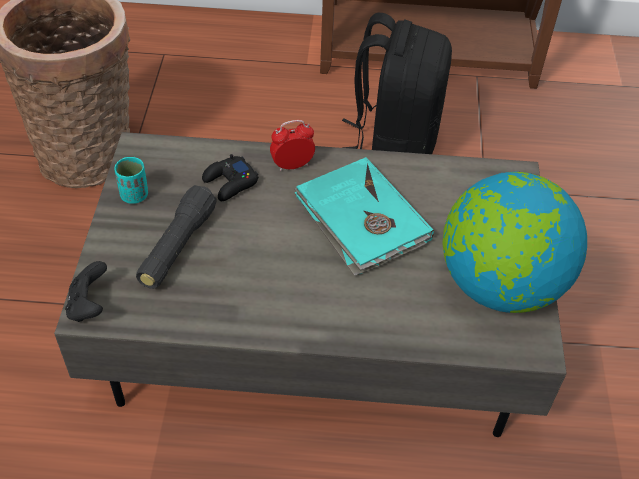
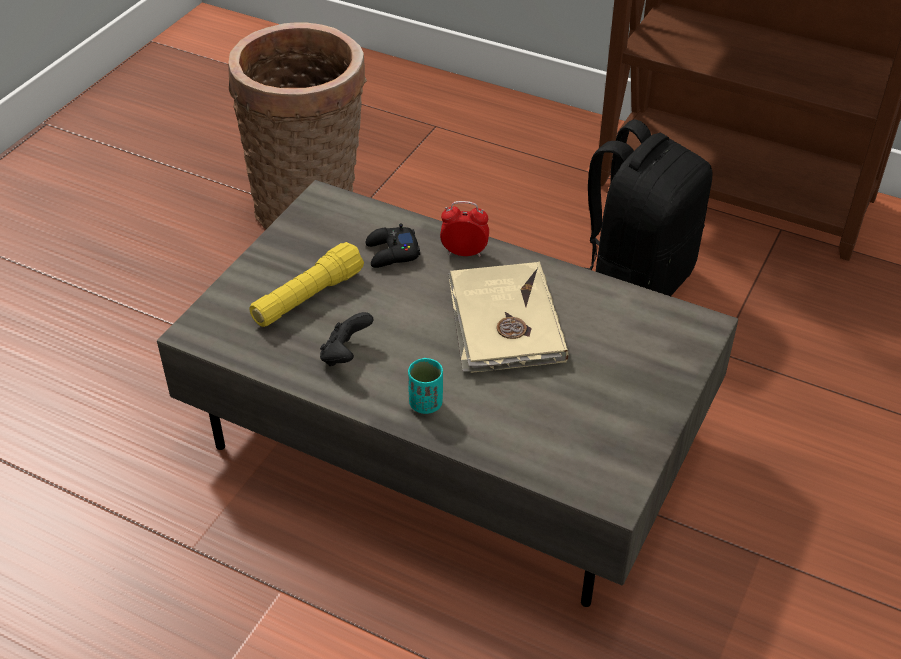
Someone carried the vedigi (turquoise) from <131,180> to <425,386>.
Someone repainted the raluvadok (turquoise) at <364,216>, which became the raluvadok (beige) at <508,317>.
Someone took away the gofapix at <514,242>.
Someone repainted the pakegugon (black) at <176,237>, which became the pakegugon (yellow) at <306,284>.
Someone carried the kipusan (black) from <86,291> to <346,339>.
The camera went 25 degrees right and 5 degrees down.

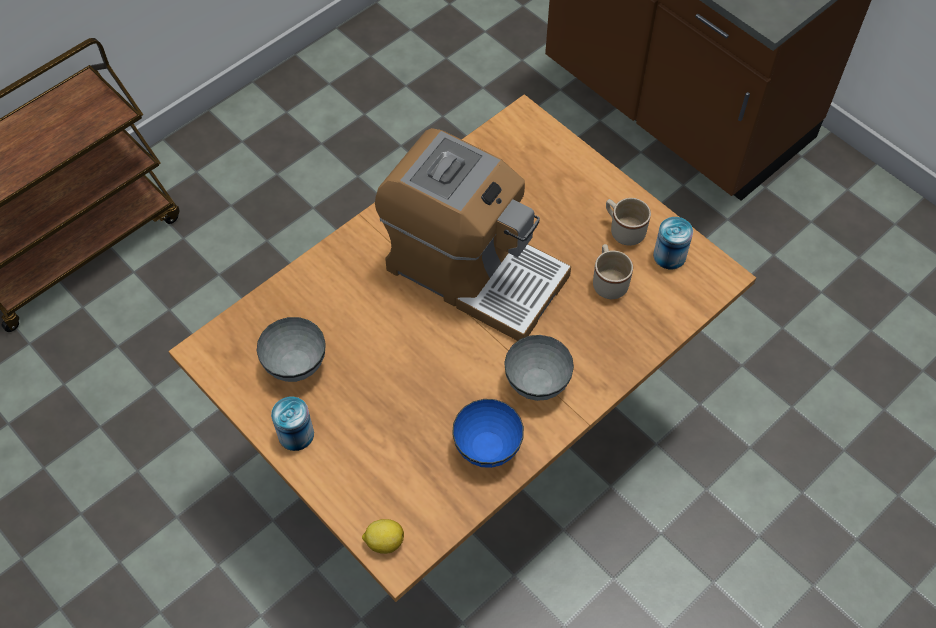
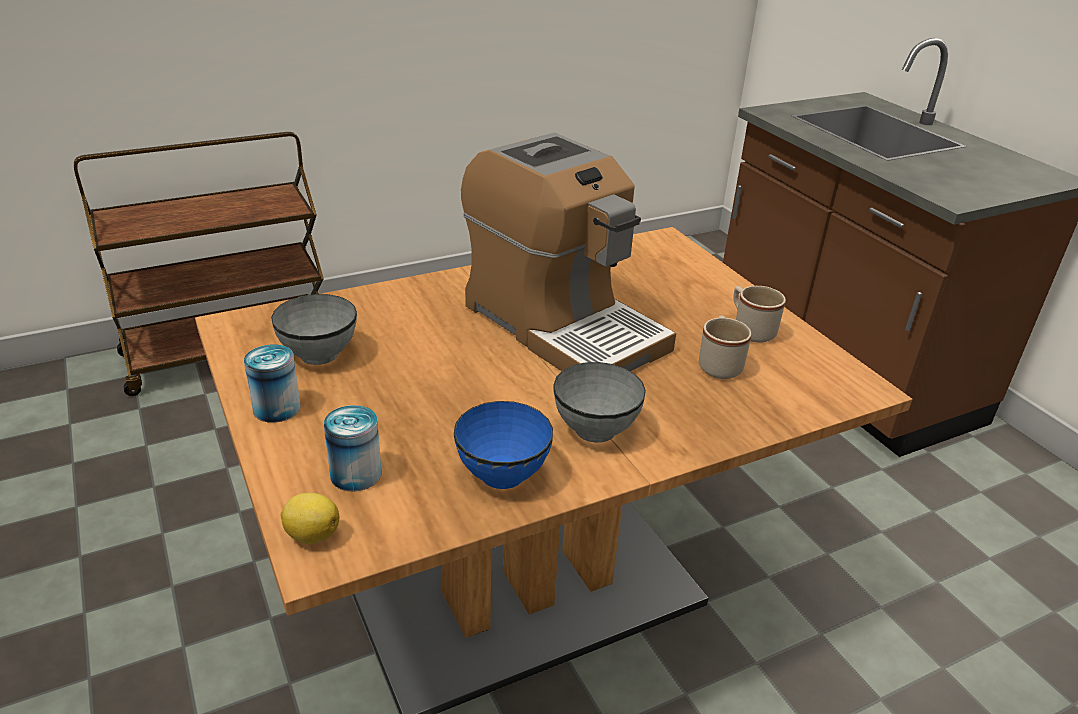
Someone carried the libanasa from <673,243> to <353,448>.
The camera went 15 degrees right and 25 degrees down.

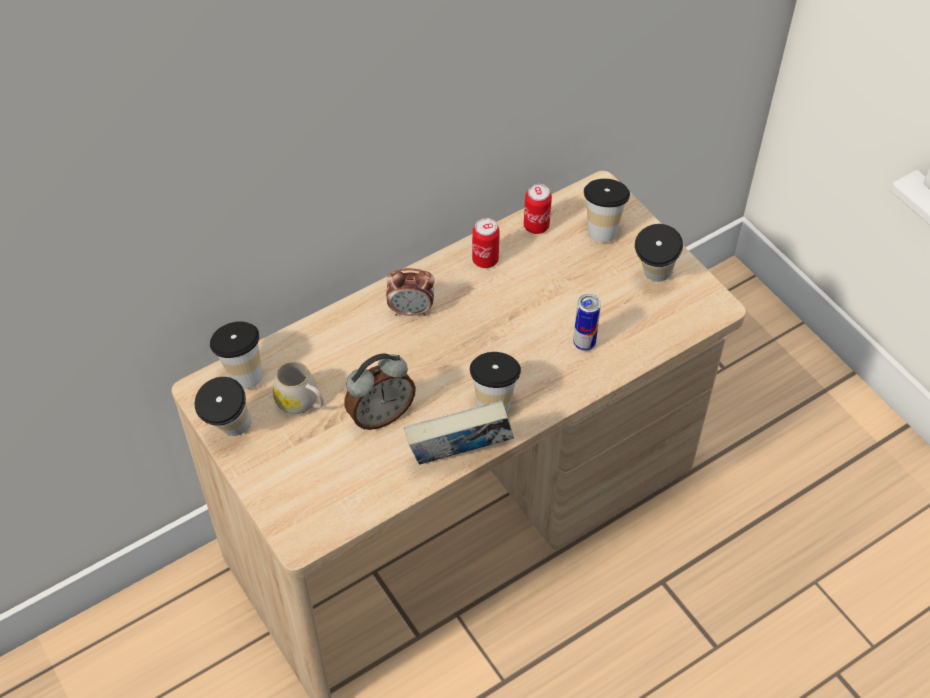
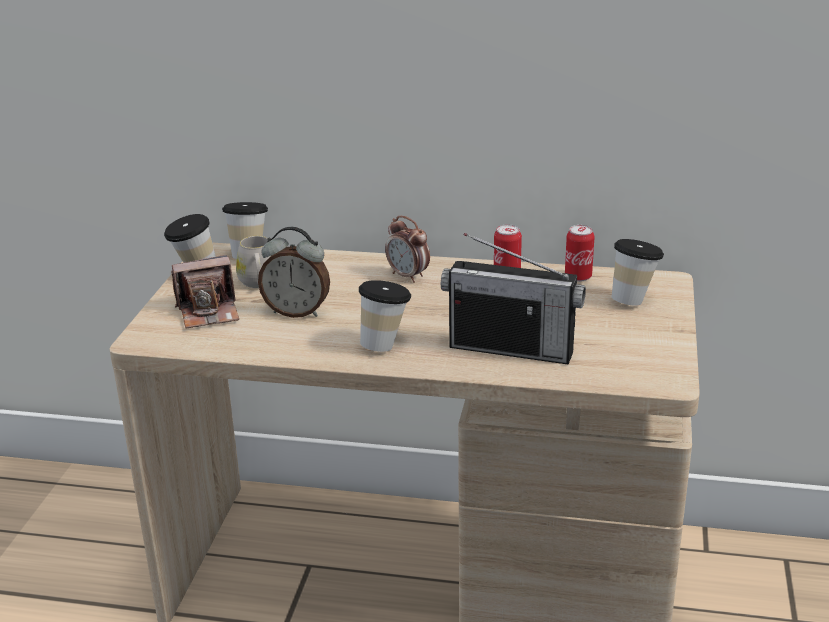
Someone took away the vedigi at <659,253>.
Someone swapped the libanasa at <587,322> for the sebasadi at <513,298>.
Someone took away the raluvadok at <459,432>.
Someone put down the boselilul at <205,291>.
The camera went 45 degrees right and 25 degrees down.

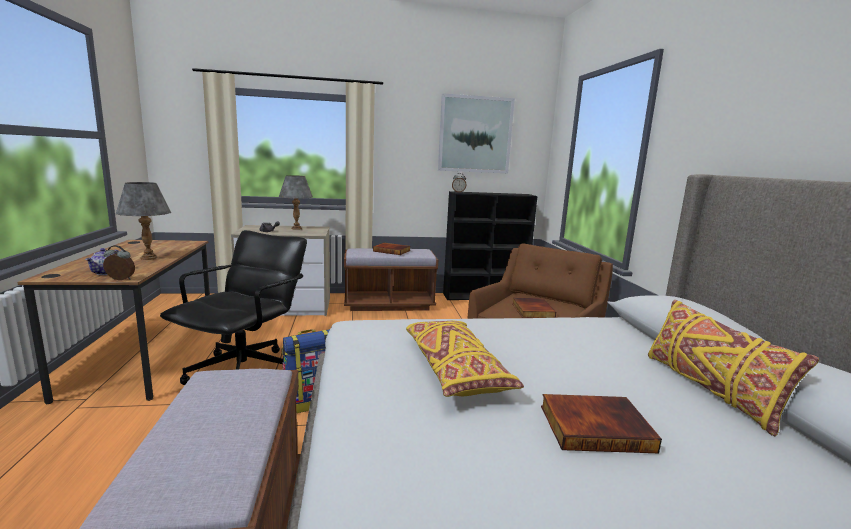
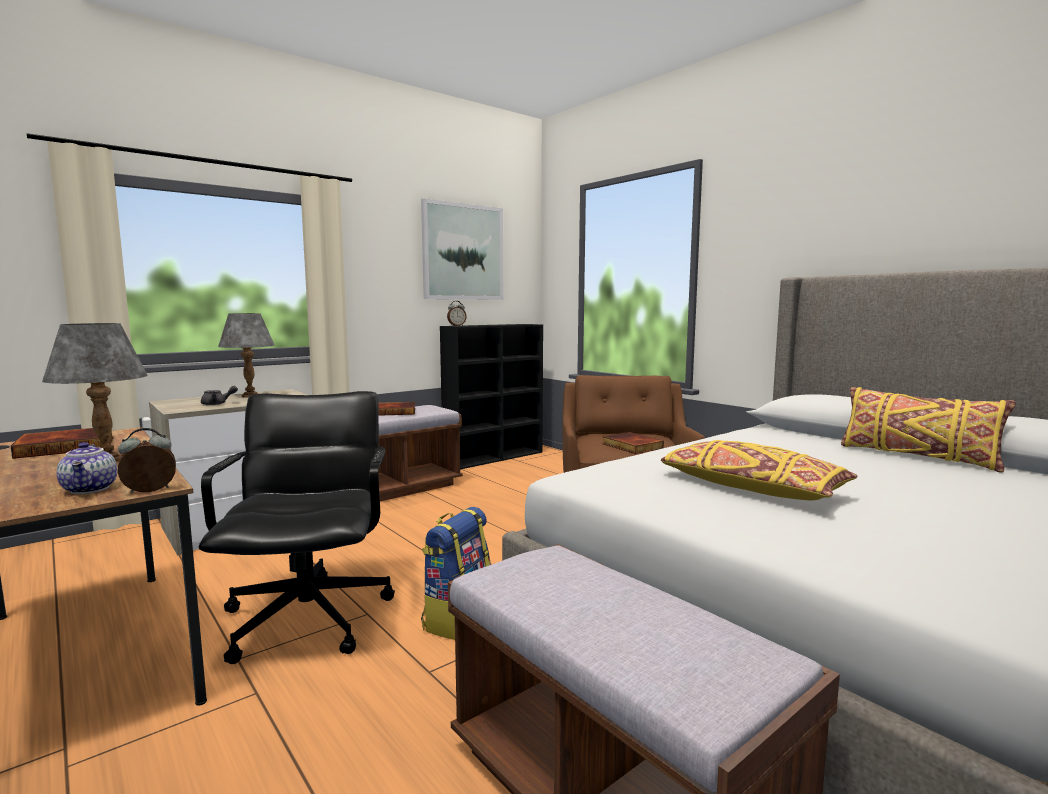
Someone carried the raluvadok from <601,423> to <62,443>.
The camera went 30 degrees left and 5 degrees down.

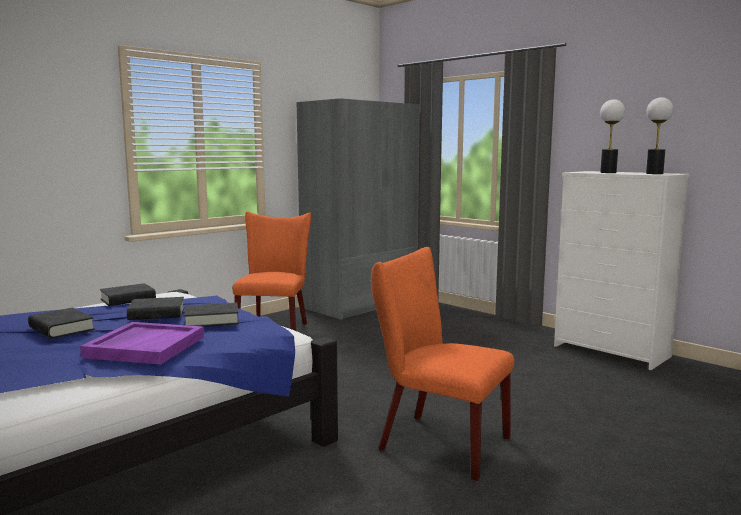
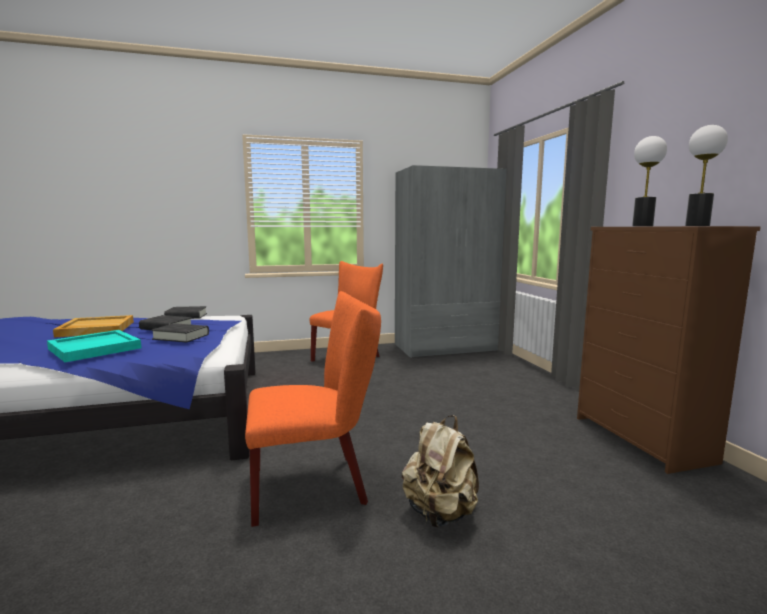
Someone repainted the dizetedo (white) at <622,270>, which became the dizetedo (brown) at <669,350>.
Someone rotated the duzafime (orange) at <442,364> by 105 degrees clockwise.
Someone swapped the raluvadok (black) at <61,323> for the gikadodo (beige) at <93,326>.
Someone repainted the gikadodo (purple) at <142,343>, which became the gikadodo (turquoise) at <94,346>.
Someone put down the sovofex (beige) at <440,471>.
The camera went 30 degrees right and 0 degrees up.

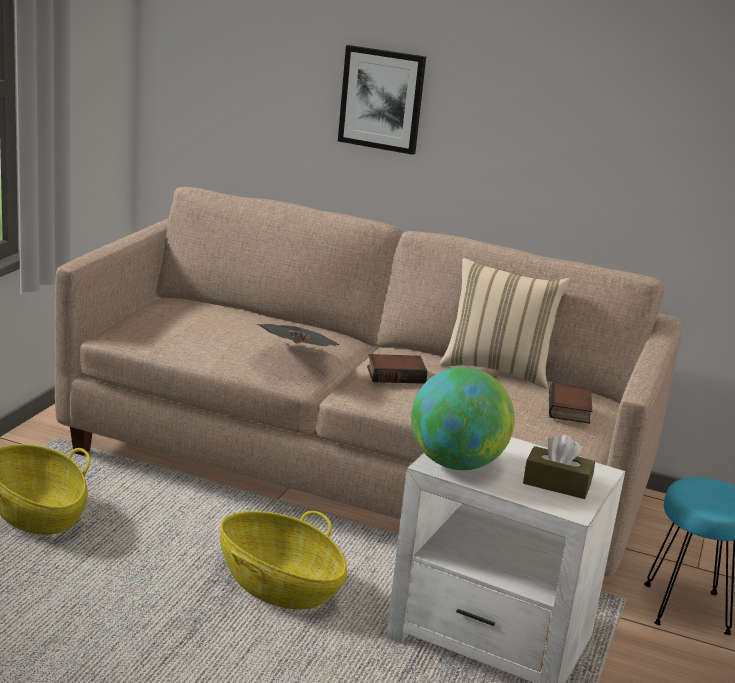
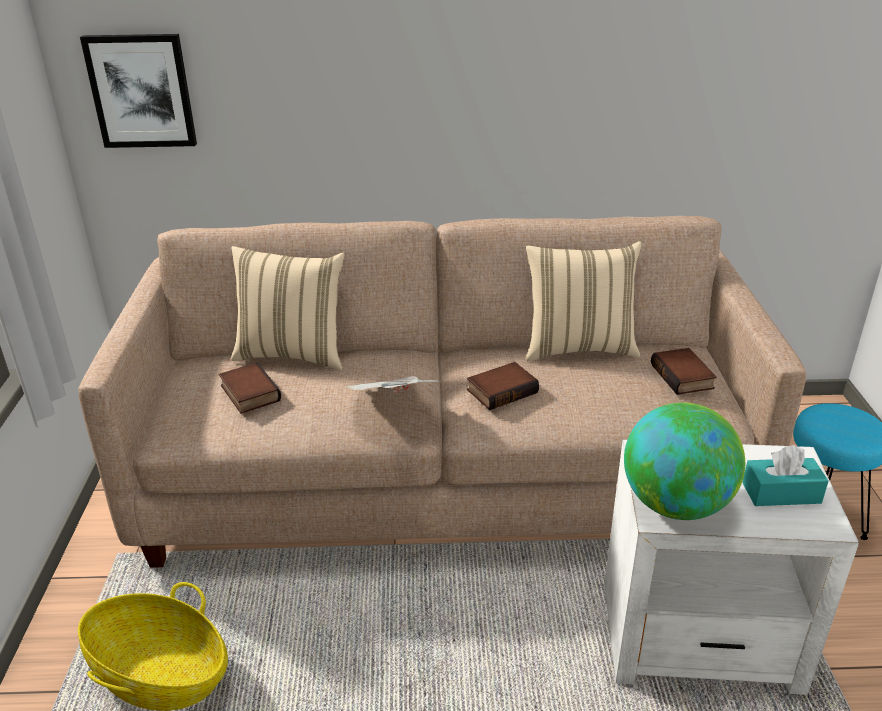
Someone carried the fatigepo from <382,100> to <138,91>.
Someone repainted the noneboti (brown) at <559,467>, which became the noneboti (turquoise) at <785,475>.
Someone took away the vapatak at <283,560>.
Someone put down the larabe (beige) at <288,308>.
Someone put down the raluvadok at <250,388>.
The camera went 20 degrees left and 10 degrees up.

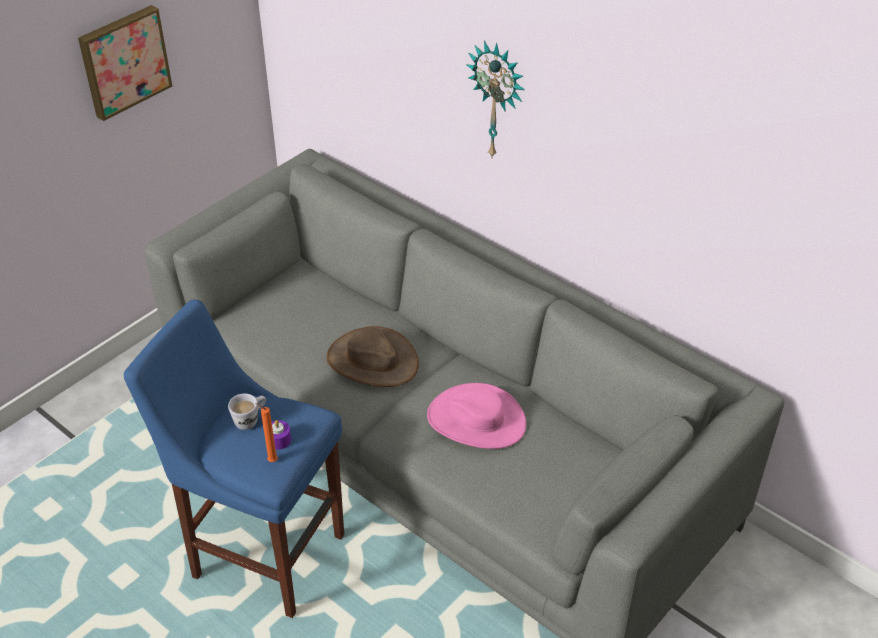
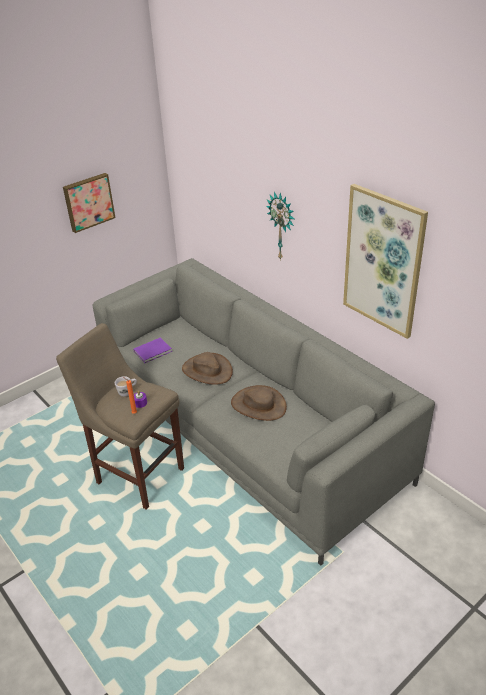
Someone repainted the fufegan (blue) at <233,458>, which became the fufegan (beige) at <120,416>.
Someone repainted the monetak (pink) at <476,416>, which became the monetak (brown) at <259,403>.
Someone put up the fatigepo at <385,261>.
Someone put down the raluvadok (purple) at <152,350>.
The camera went 10 degrees right and 5 degrees down.

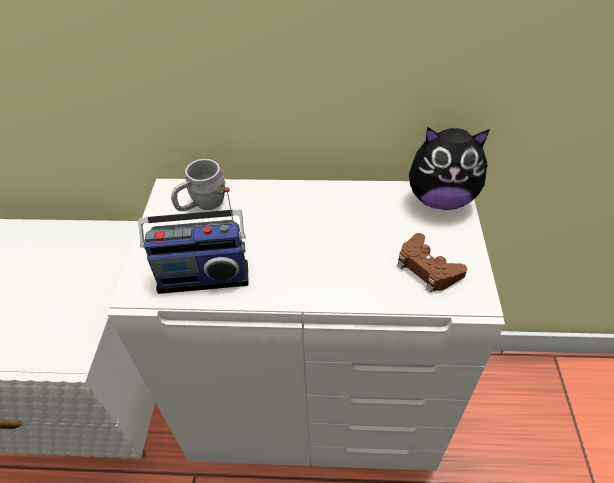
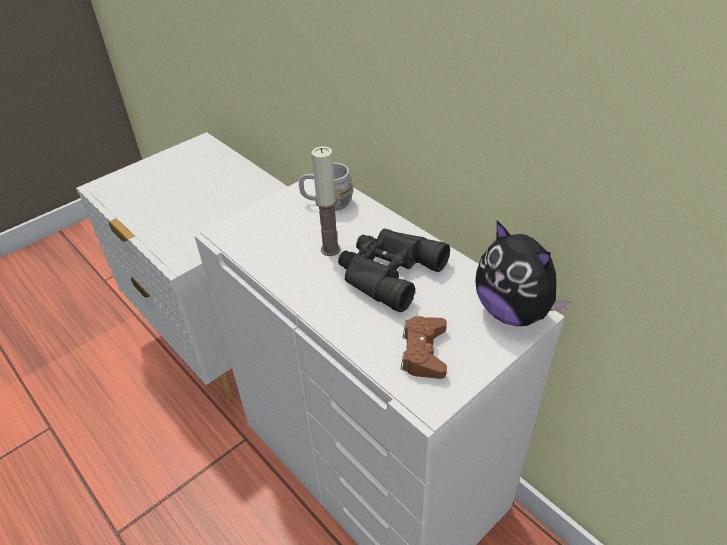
Someone took away the sebasadi at <193,240>.
Someone put down the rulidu at <325,201>.
Someone put down the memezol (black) at <394,270>.
The camera went 45 degrees right and 5 degrees down.

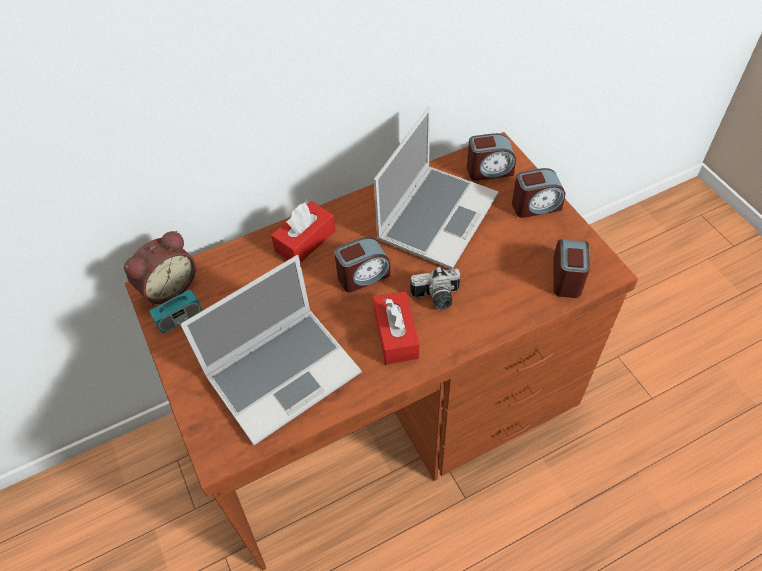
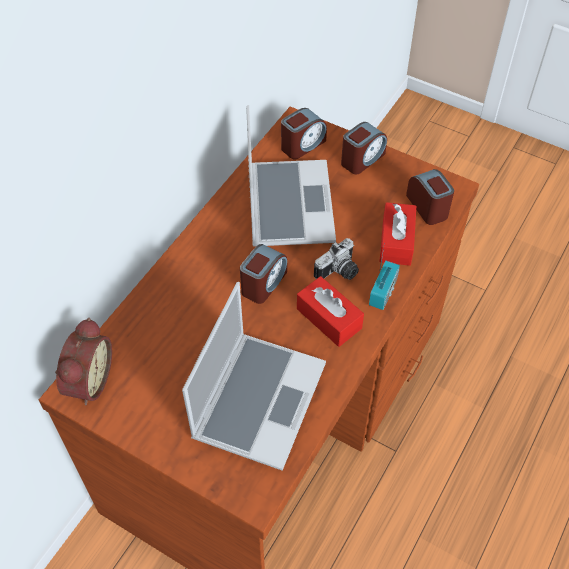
Someone carried the noneboti (red) from <303,232> to <397,234>.
Someone carried the sebasadi from <176,301> to <384,276>.
The camera went 35 degrees left and 0 degrees up.

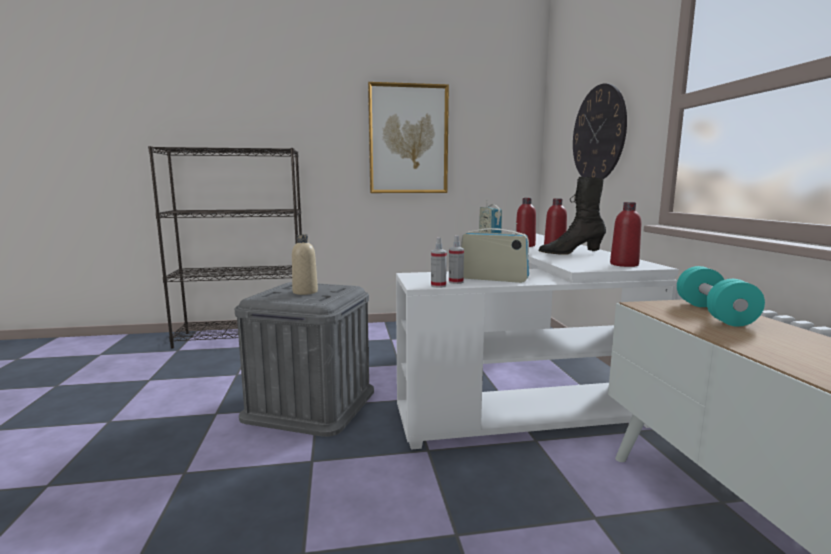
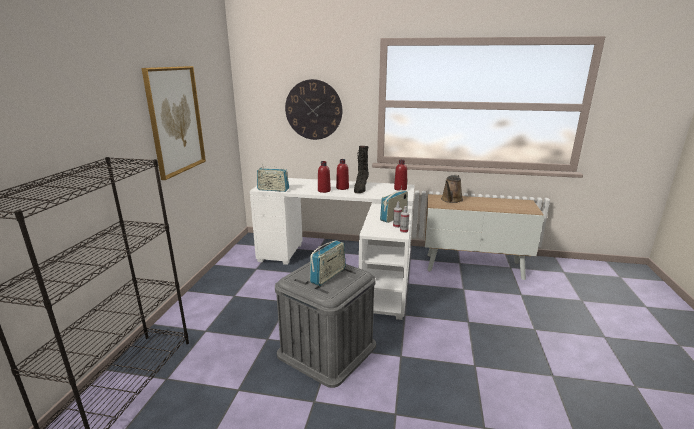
Someone swapped the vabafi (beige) at <305,264> for the sebasadi at <327,263>.
Someone swapped the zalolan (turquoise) at <721,296> for the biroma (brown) at <452,189>.
The camera went 70 degrees left and 10 degrees up.

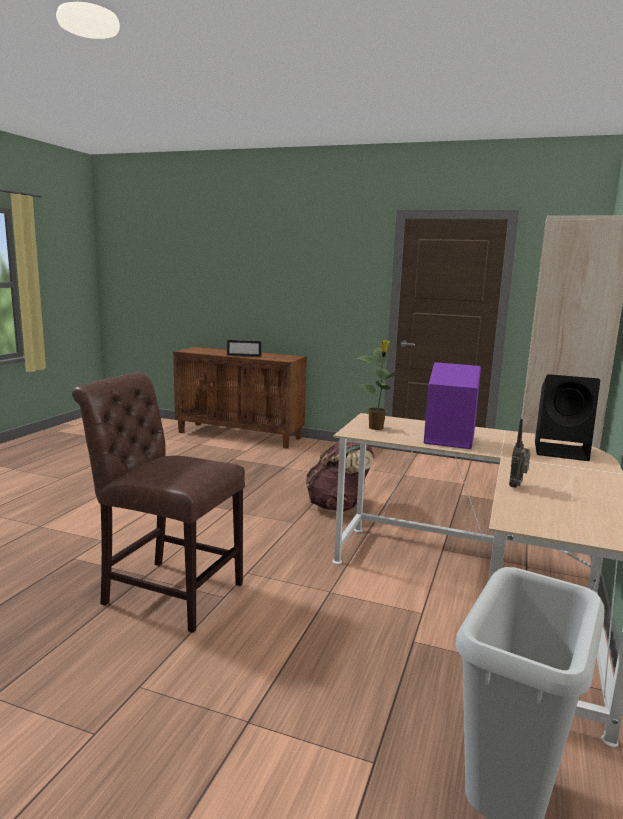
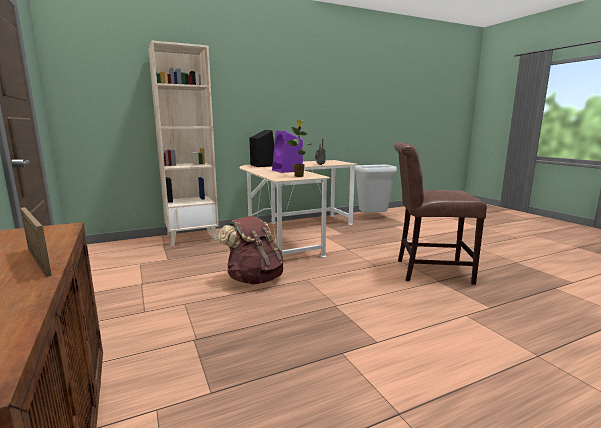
Someone rotated the duzafime (brown) at <158,502> by 120 degrees clockwise.
The camera went 135 degrees left and 0 degrees up.

